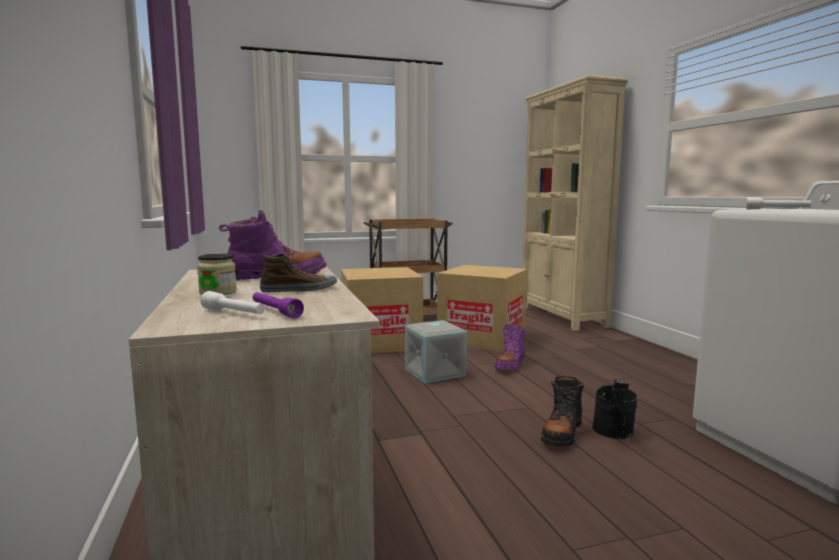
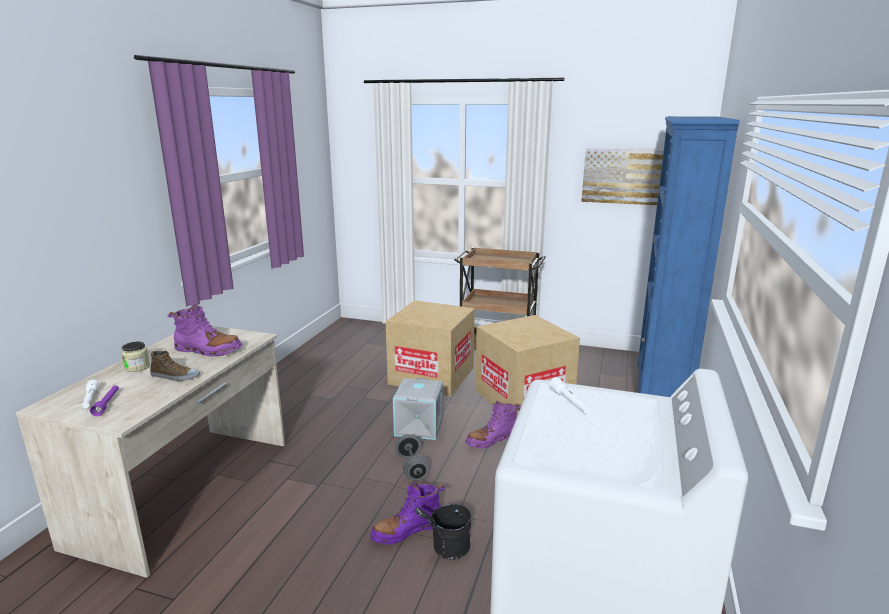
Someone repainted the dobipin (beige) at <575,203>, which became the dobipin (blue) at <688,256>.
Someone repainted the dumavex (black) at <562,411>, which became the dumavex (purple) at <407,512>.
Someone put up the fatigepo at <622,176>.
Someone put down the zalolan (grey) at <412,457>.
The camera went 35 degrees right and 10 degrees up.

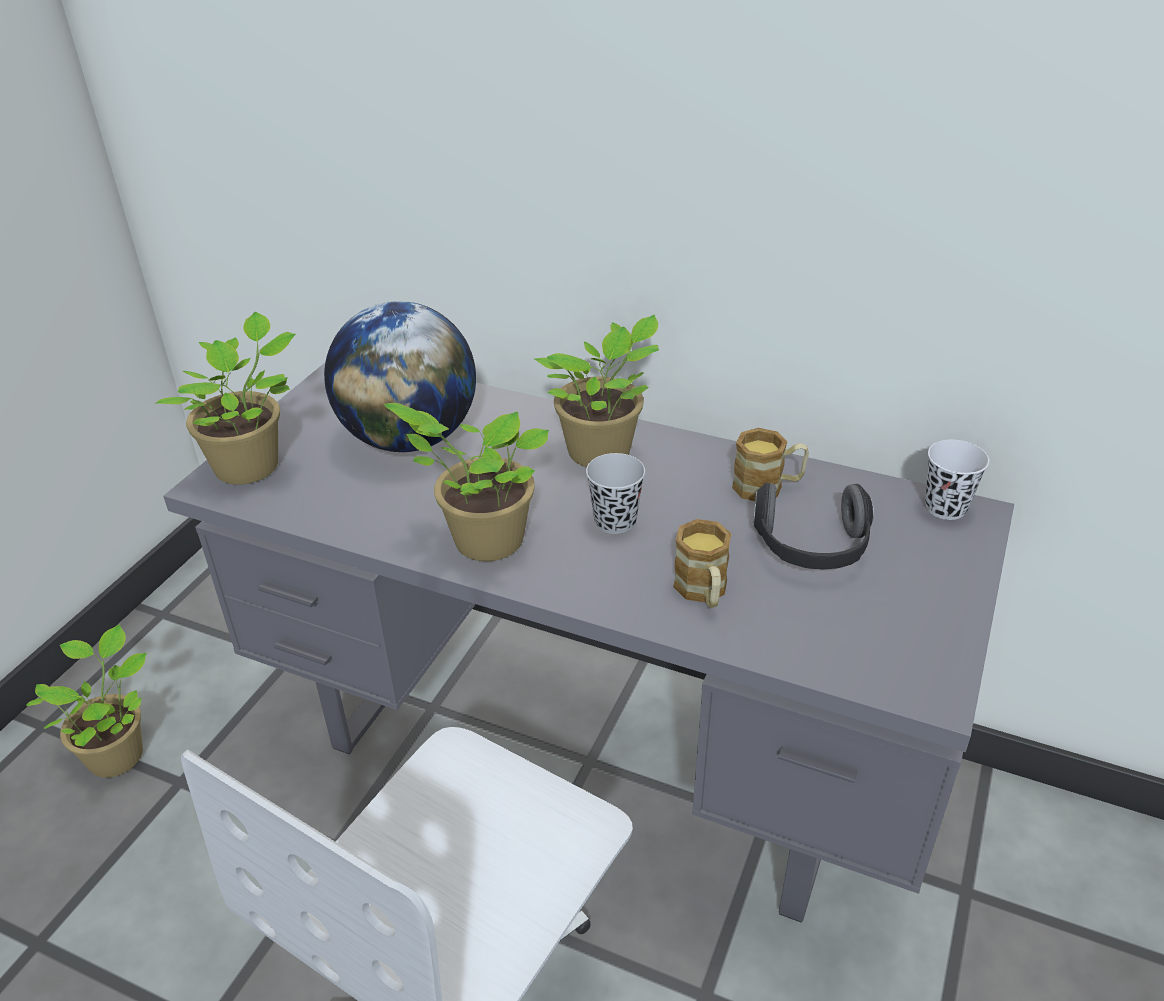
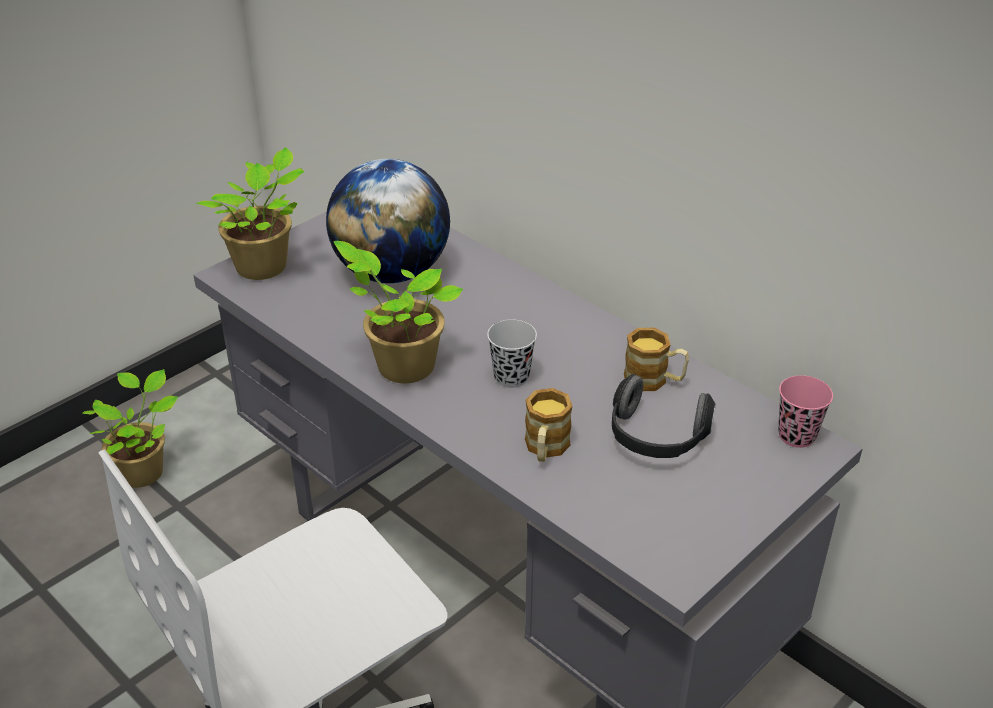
Someone took away the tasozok at <596,391>.
Someone repainted the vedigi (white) at <957,480>, which became the vedigi (pink) at <805,411>.
The camera went 20 degrees right and 0 degrees up.

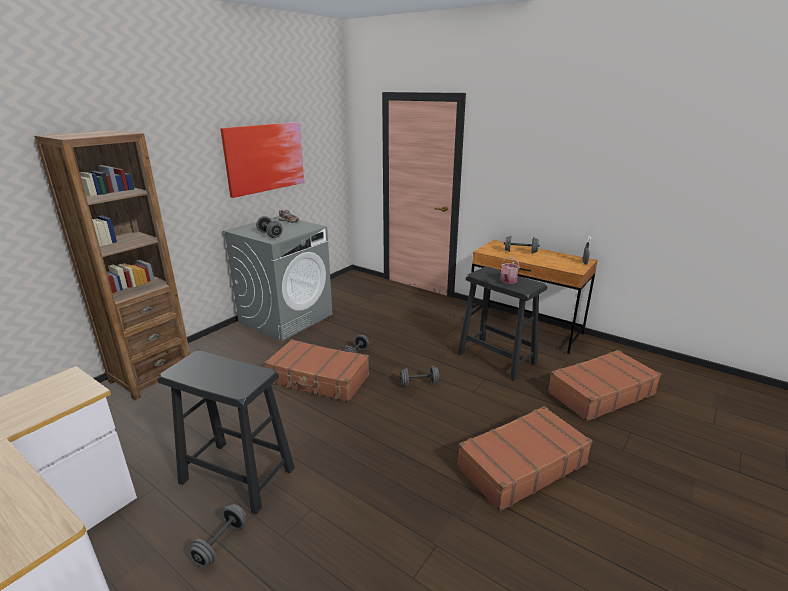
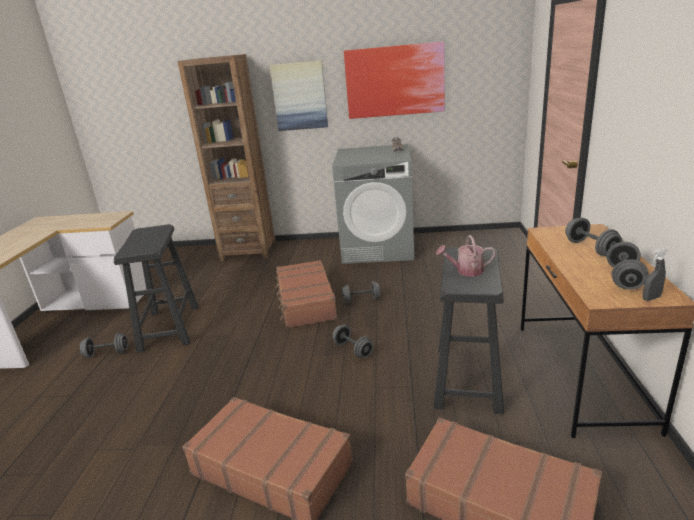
Someone carried the zalolan (grey) from <269,227> to <627,266>.
Someone put up the fatigepo at <298,95>.
The camera went 60 degrees right and 0 degrees up.

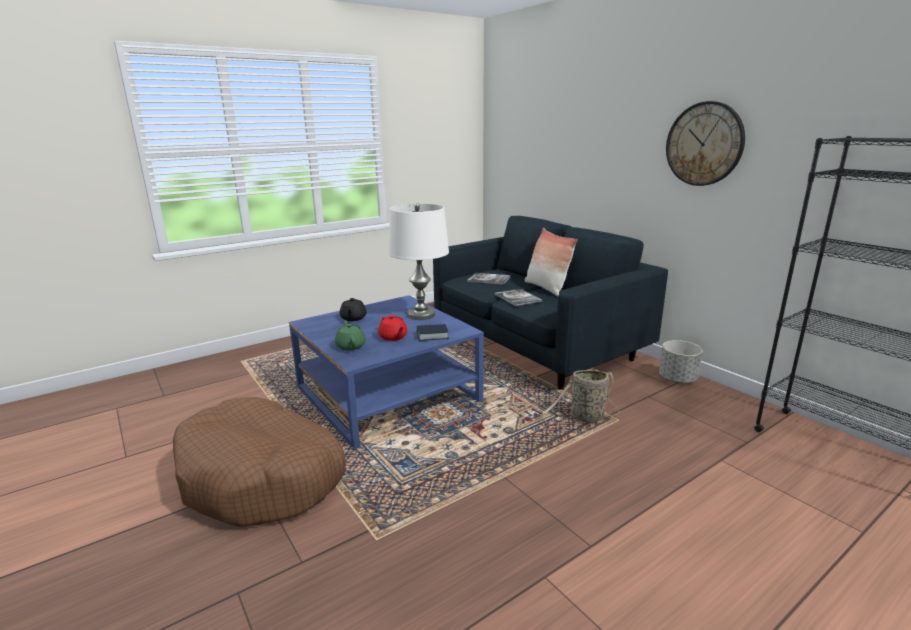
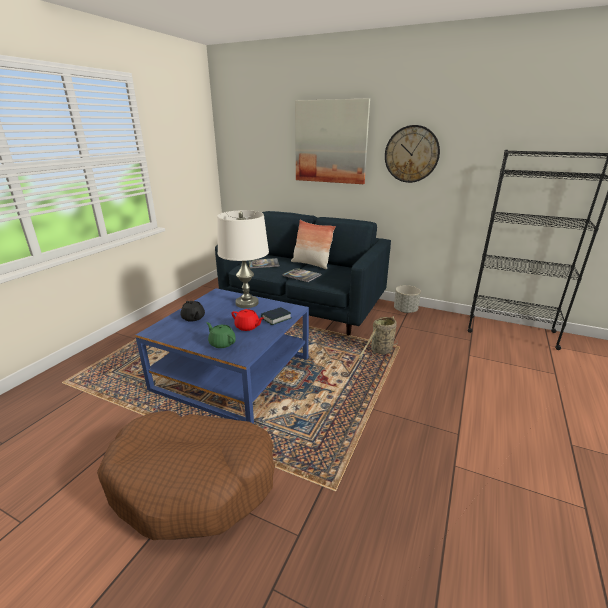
Someone put up the fatigepo at <332,141>.
The camera went 30 degrees left and 5 degrees up.

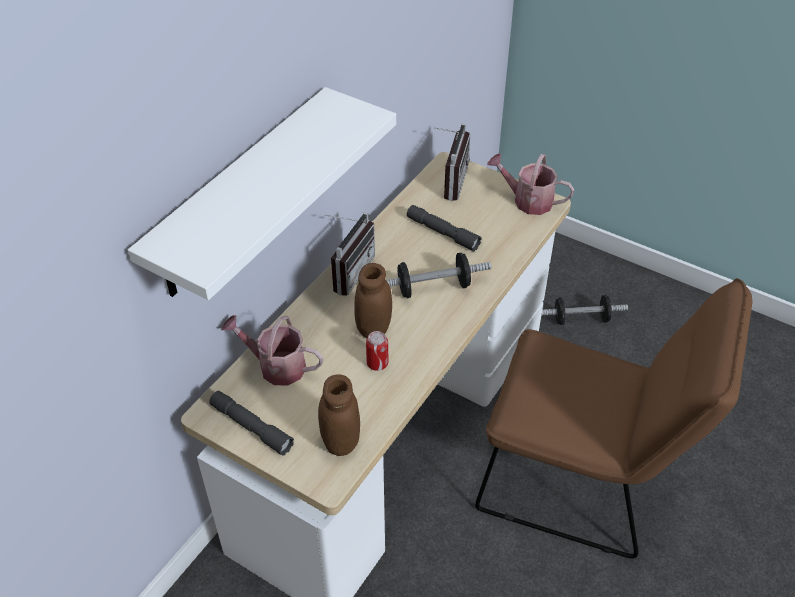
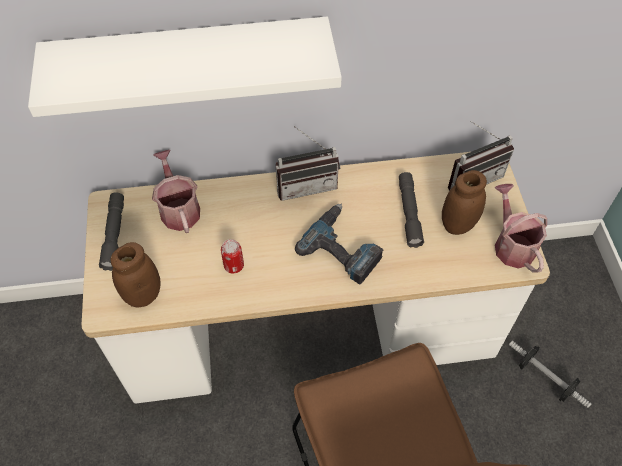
Someone swapped the zalolan at <439,275> for the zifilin at <339,244>.
Someone carried the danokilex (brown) from <373,300> to <464,202>.
The camera went 50 degrees right and 10 degrees up.

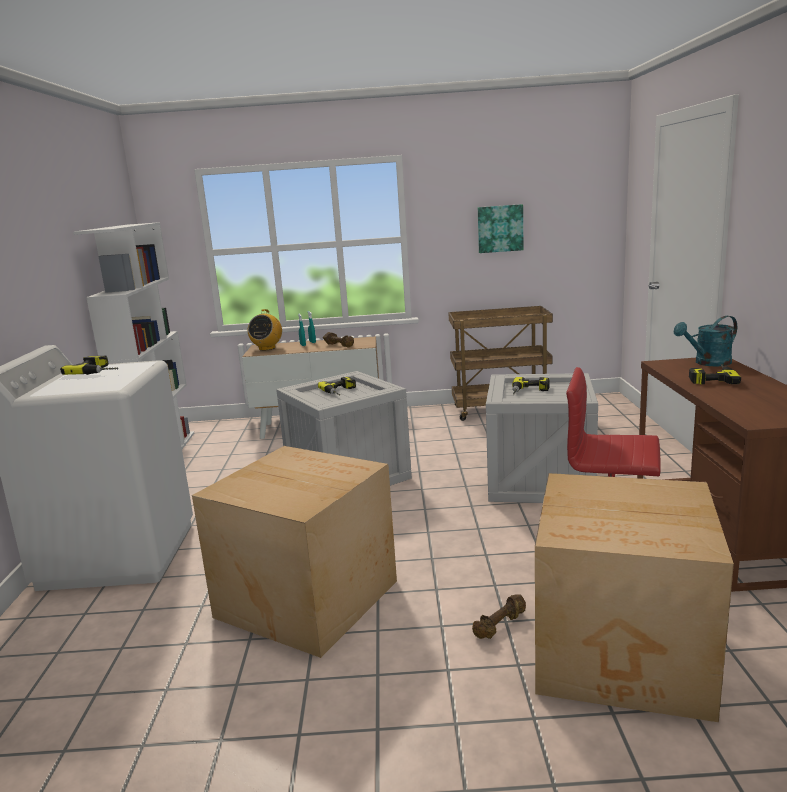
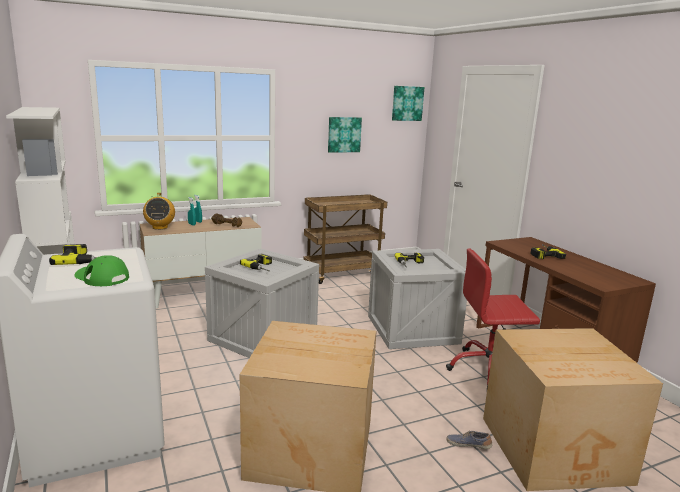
Someone took away the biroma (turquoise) at <705,341>.
Someone swapped the zalolan (brown) at <499,616> for the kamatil at <469,440>.
Someone put up the fatigepo at <408,103>.
Someone put down the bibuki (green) at <101,270>.
The camera went 25 degrees left and 0 degrees up.

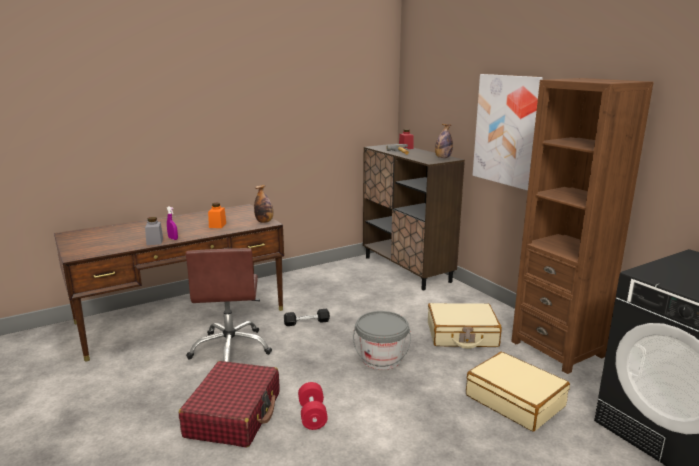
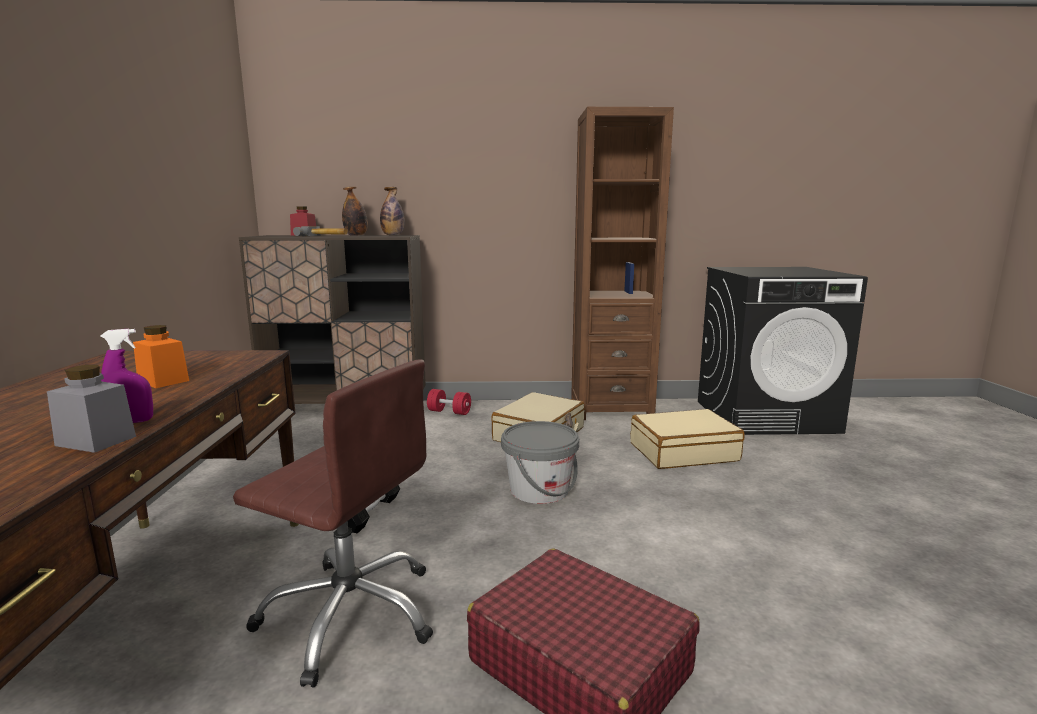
Someone took away the fatigepo at <508,132>.
Someone carried the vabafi from <263,204> to <355,211>.
Someone carried the zalolan (red) from <313,406> to <449,402>.
The camera went 60 degrees left and 5 degrees down.

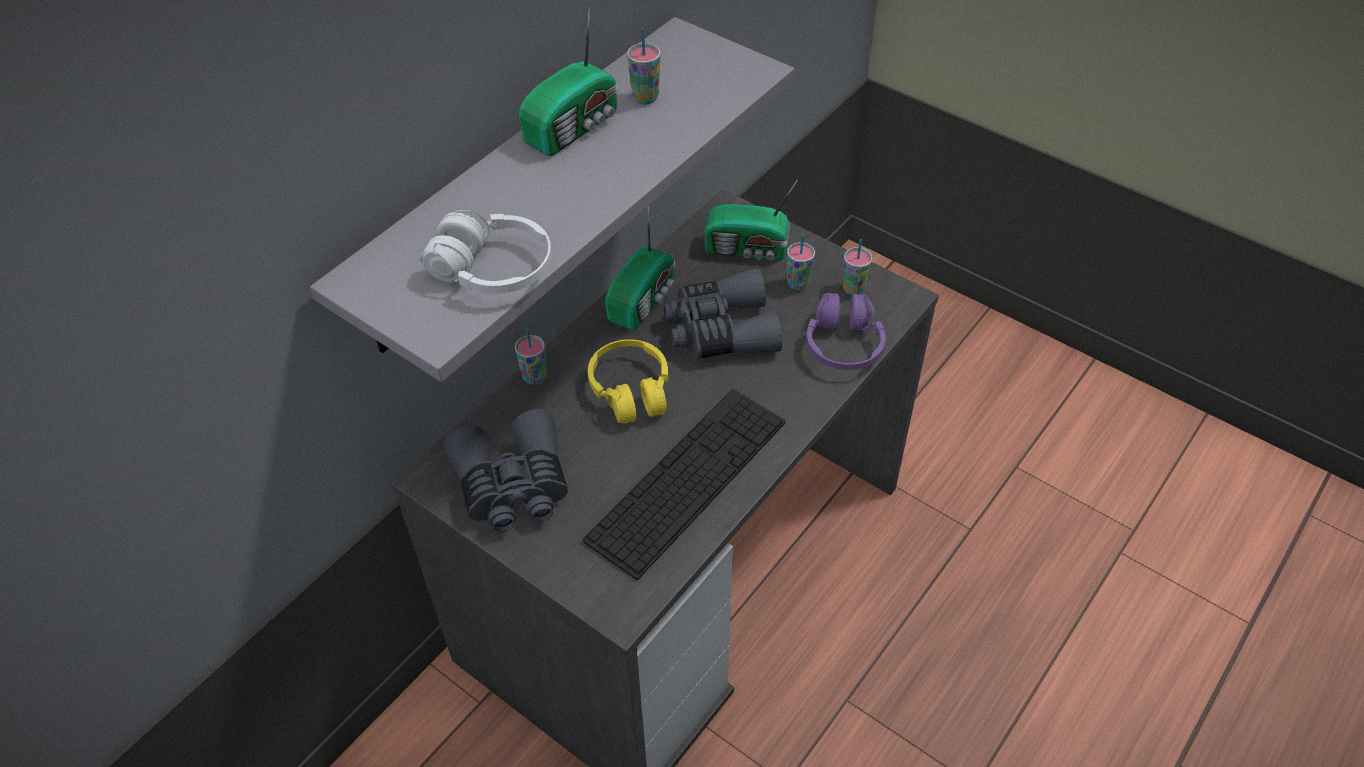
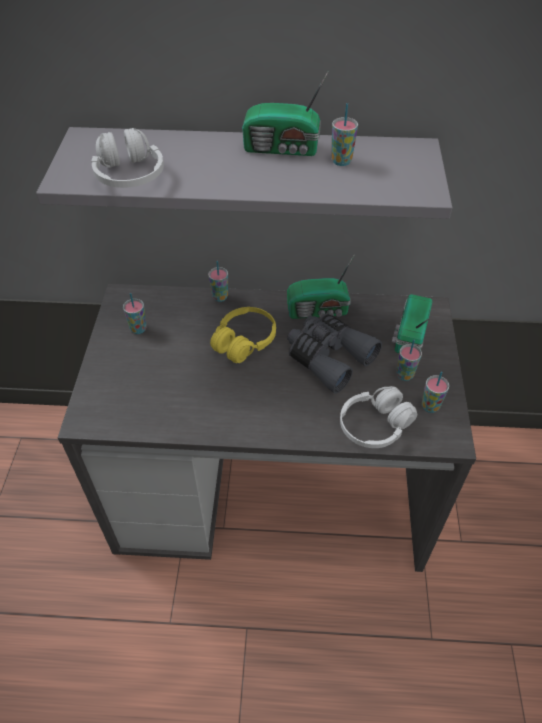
Someone rotated the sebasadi at <751,219> by 45 degrees clockwise.
Someone repainted the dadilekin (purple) at <846,331>, which became the dadilekin (white) at <378,417>.
Someone took away the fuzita at <684,484>.
Someone swapped the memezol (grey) at <506,470> for the vedigi at <135,313>.
The camera went 55 degrees right and 0 degrees up.

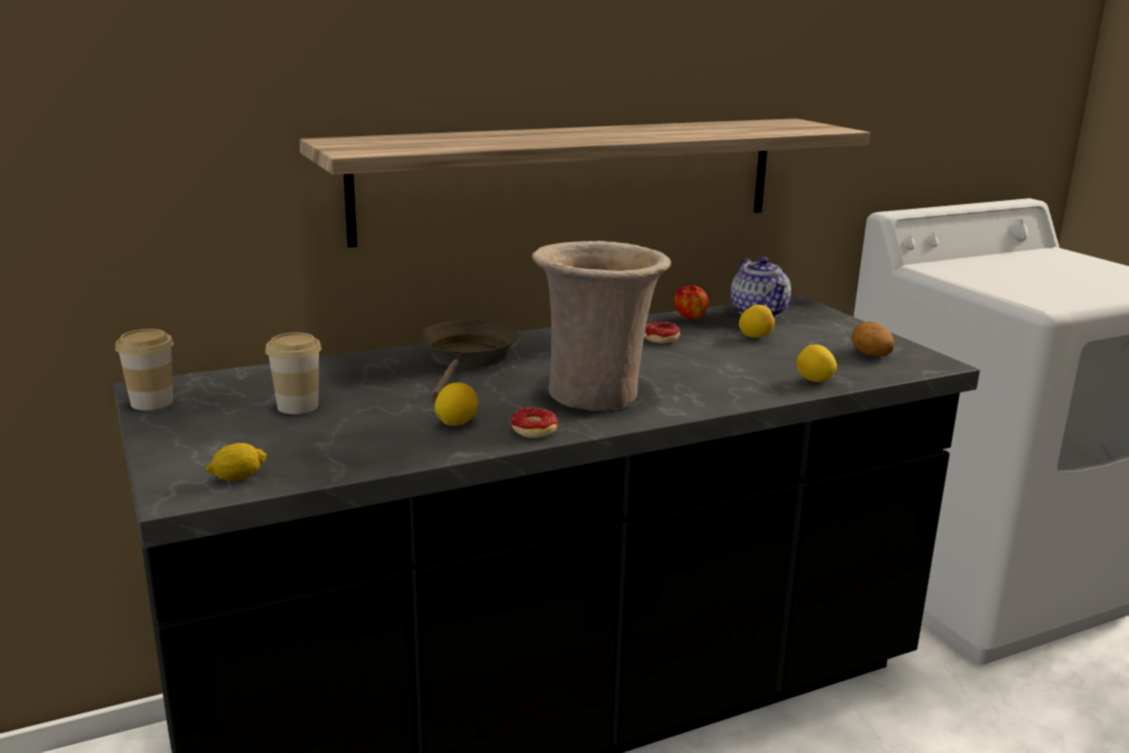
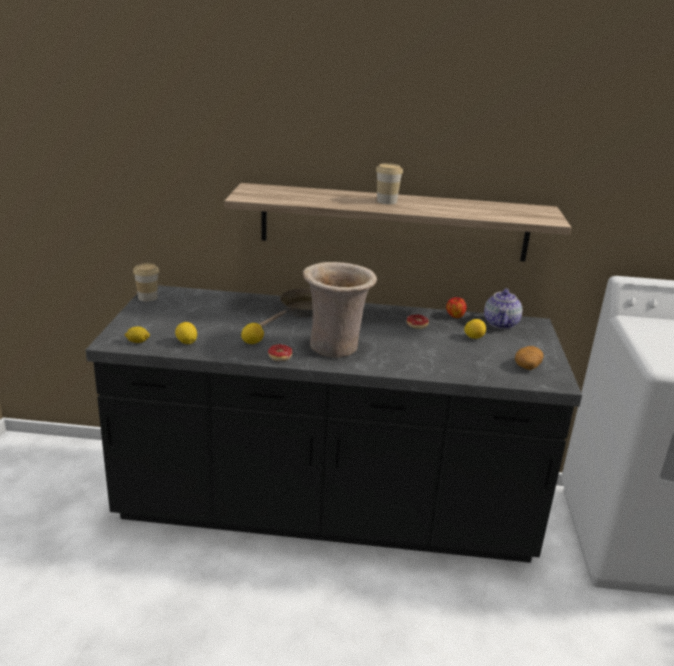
Someone carried the vedigi from <293,373> to <389,183>.
Someone carried the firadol from <816,363> to <186,333>.
The camera went 30 degrees right and 5 degrees up.

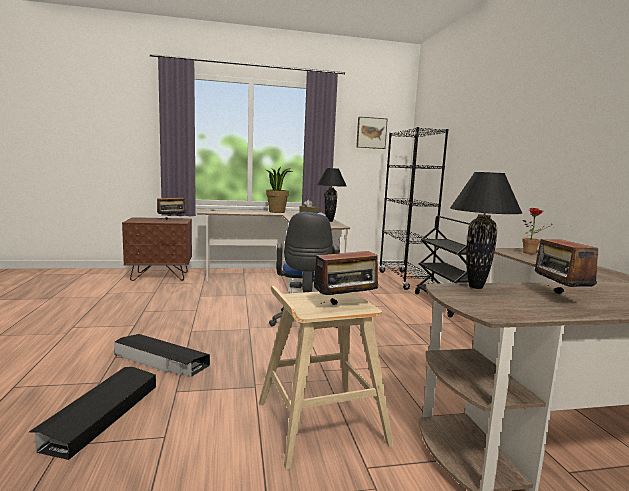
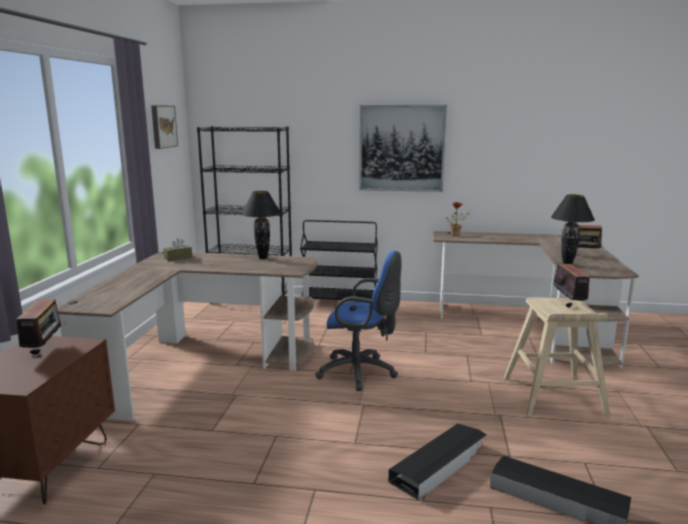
Someone took away the tasozok at <279,190>.
Someone put up the fatigepo at <403,148>.
The camera went 70 degrees left and 5 degrees up.

